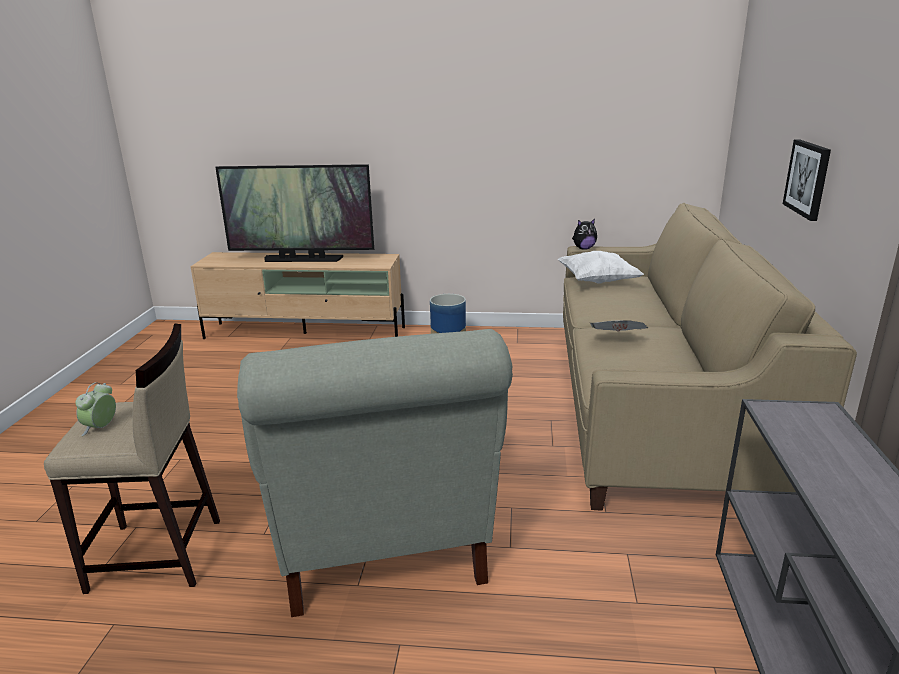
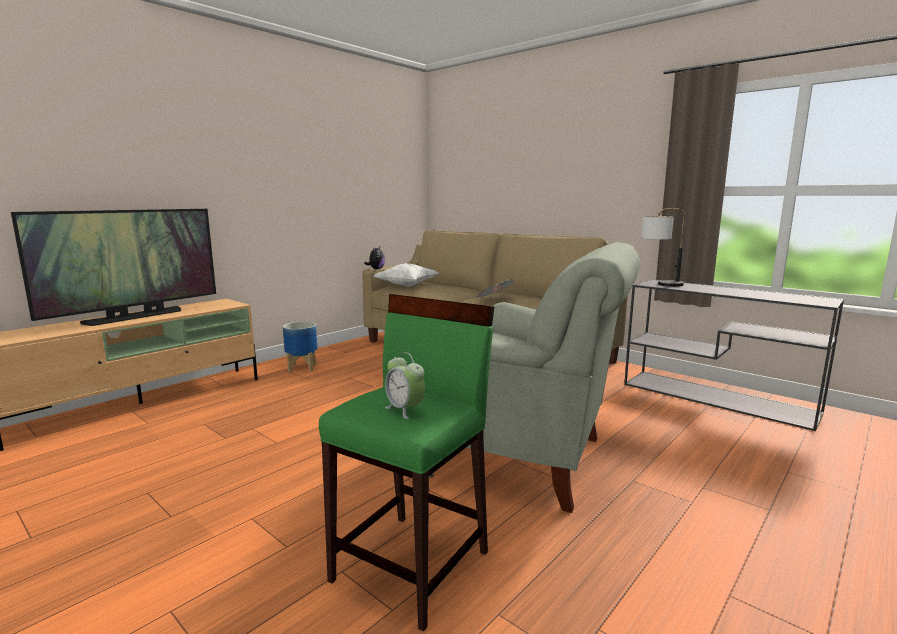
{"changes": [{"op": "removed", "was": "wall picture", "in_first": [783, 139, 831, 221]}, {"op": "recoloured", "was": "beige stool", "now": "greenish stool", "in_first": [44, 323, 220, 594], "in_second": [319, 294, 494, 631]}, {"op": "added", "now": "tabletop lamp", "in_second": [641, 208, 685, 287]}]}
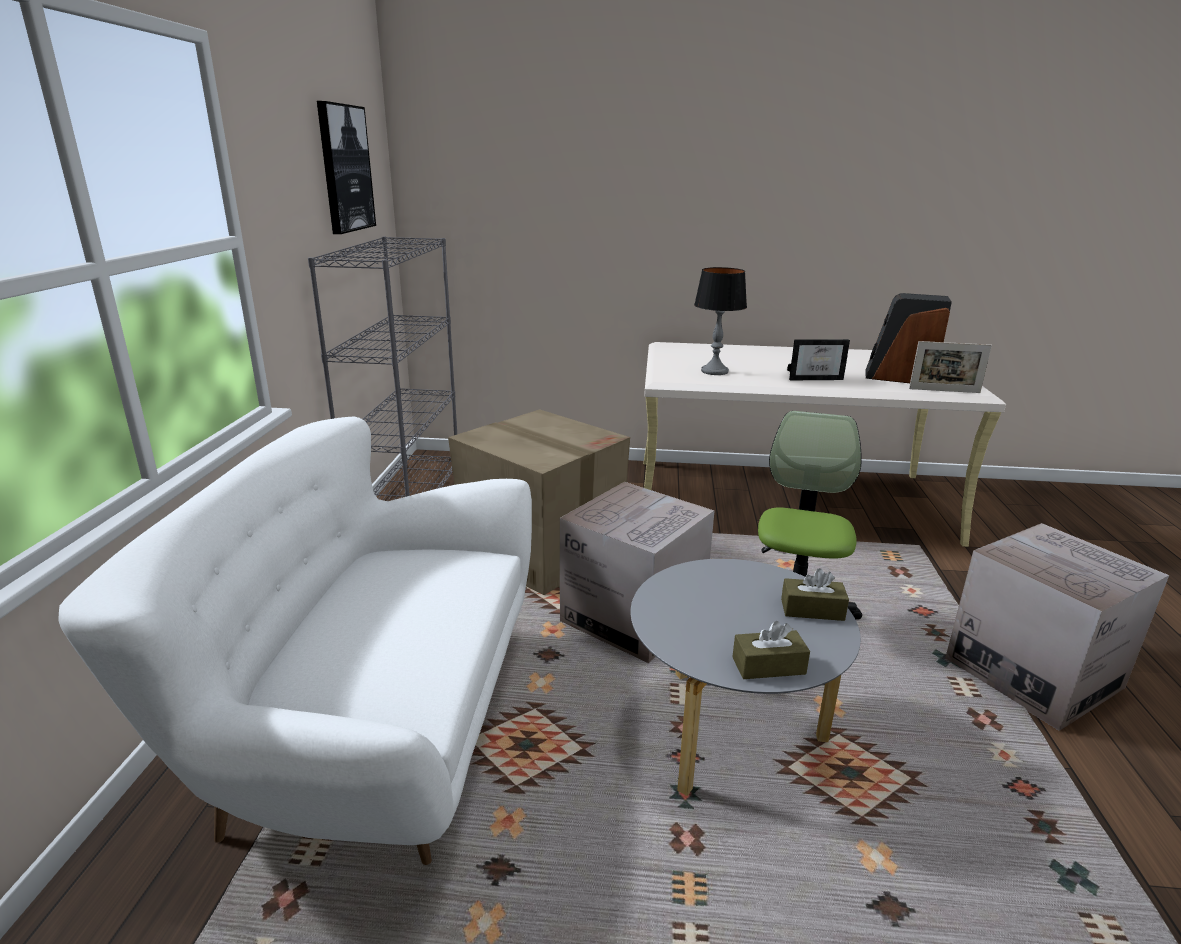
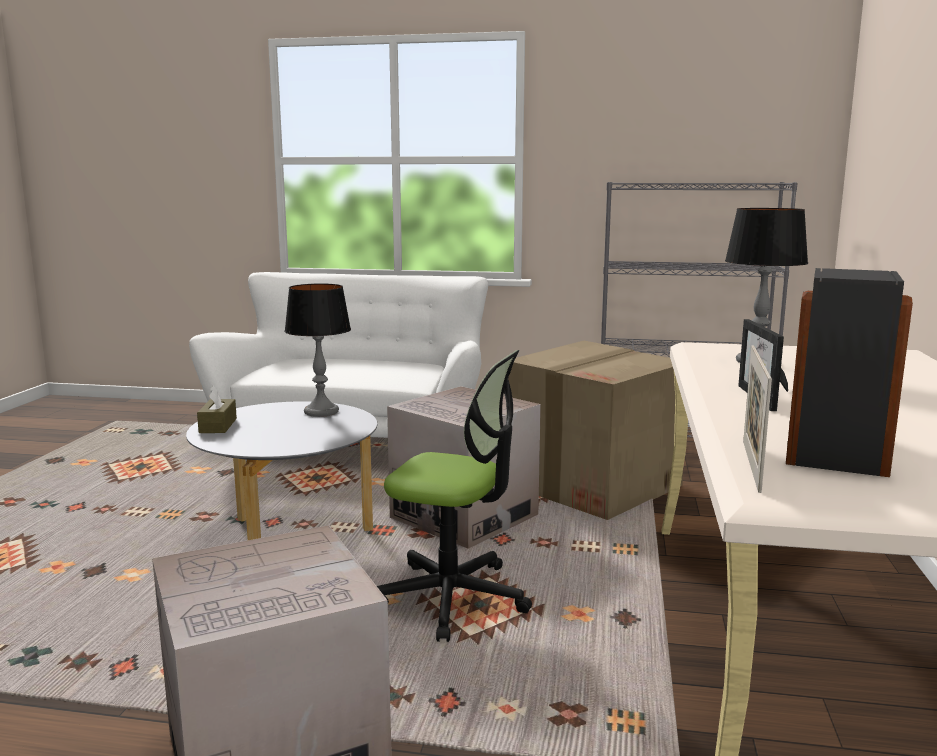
{"changes": [{"op": "removed", "was": "wall picture", "in_first": [317, 101, 376, 234]}, {"op": "removed", "was": "brown-coloured tissue holder", "in_first": [781, 568, 849, 621]}, {"op": "added", "now": "tabletop lamp", "in_second": [284, 284, 351, 417]}]}
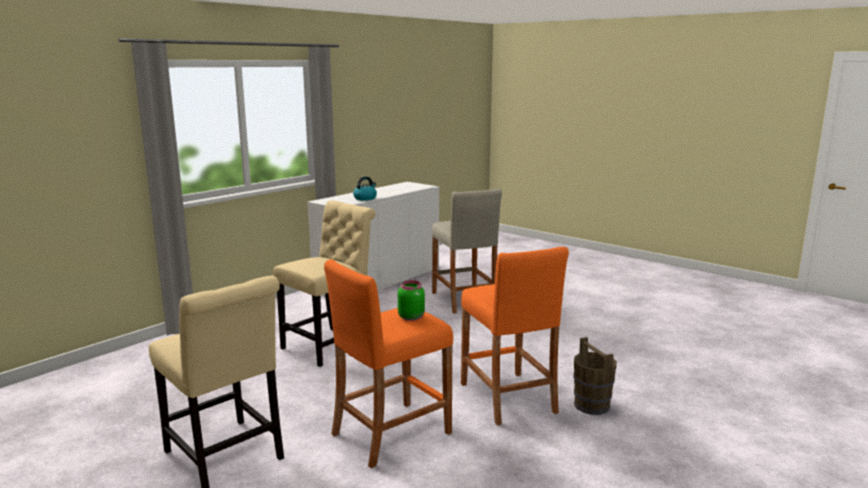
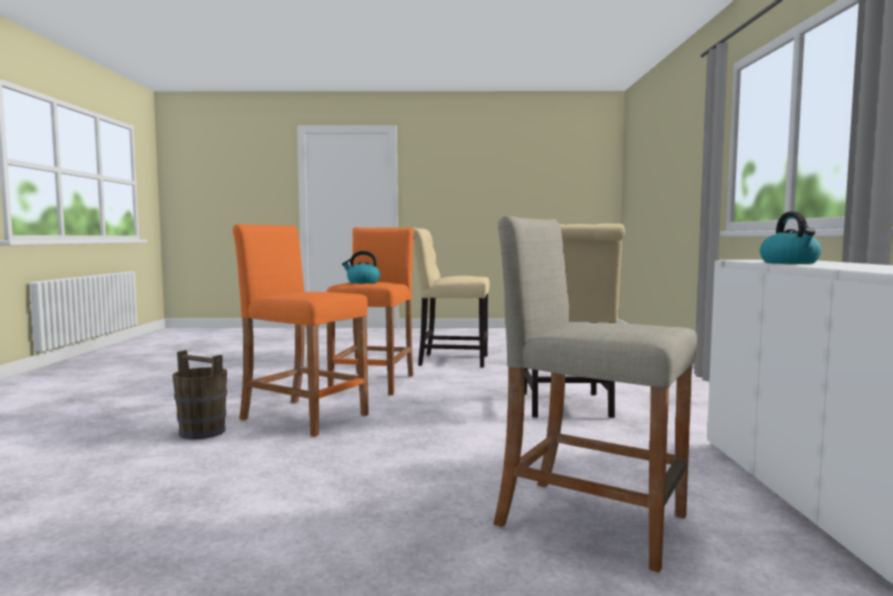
{"changes": [{"op": "replaced", "was": "greenish preserve jar", "now": "kettle", "in_first": [398, 280, 425, 321], "in_second": [342, 251, 380, 283]}]}
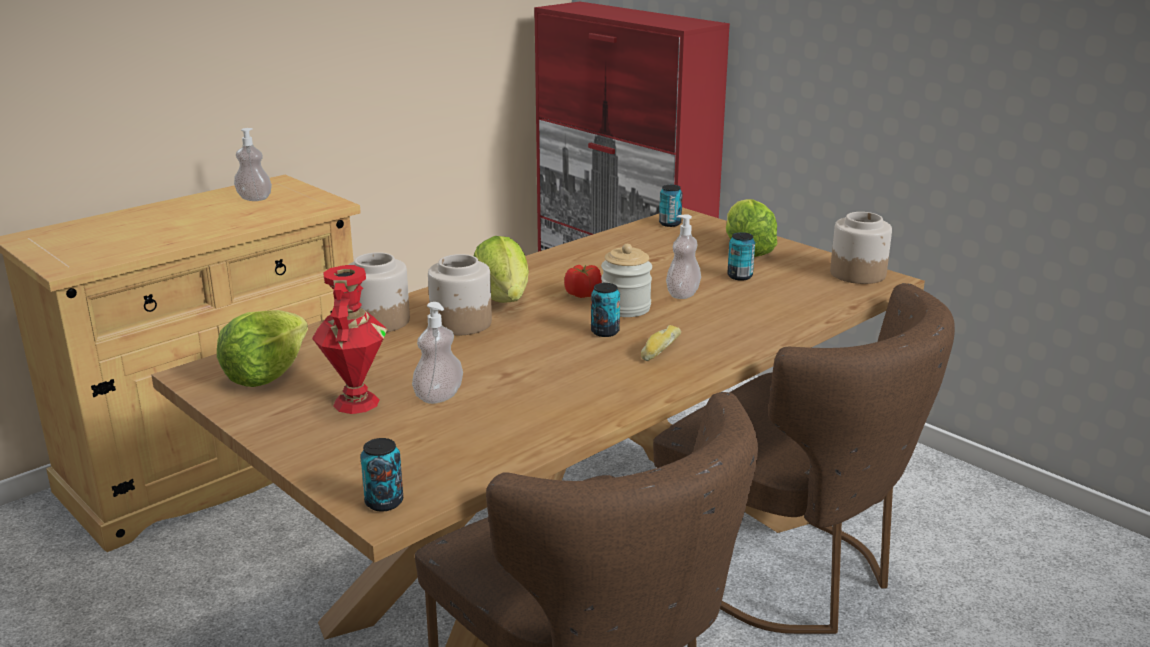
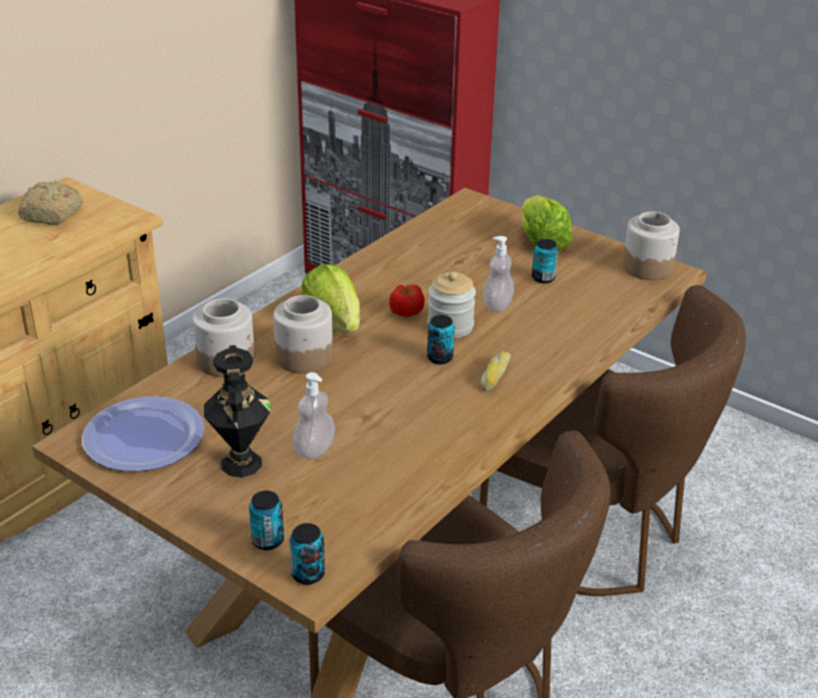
{"changes": [{"op": "replaced", "was": "soap bottle", "now": "bread", "in_first": [234, 128, 272, 201], "in_second": [18, 182, 83, 225]}, {"op": "moved", "was": "metal can", "in_first": [659, 185, 683, 227], "in_second": [249, 491, 284, 550]}, {"op": "recoloured", "was": "red vase", "now": "black-coloured vase", "in_first": [312, 265, 387, 414], "in_second": [204, 345, 270, 478]}, {"op": "replaced", "was": "lettuce head", "now": "flat dish", "in_first": [217, 310, 308, 387], "in_second": [82, 396, 205, 471]}]}
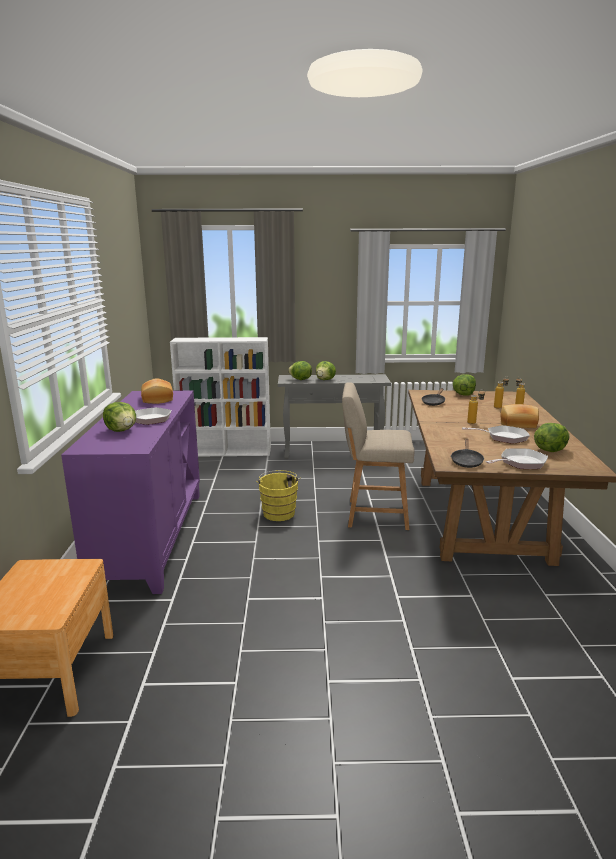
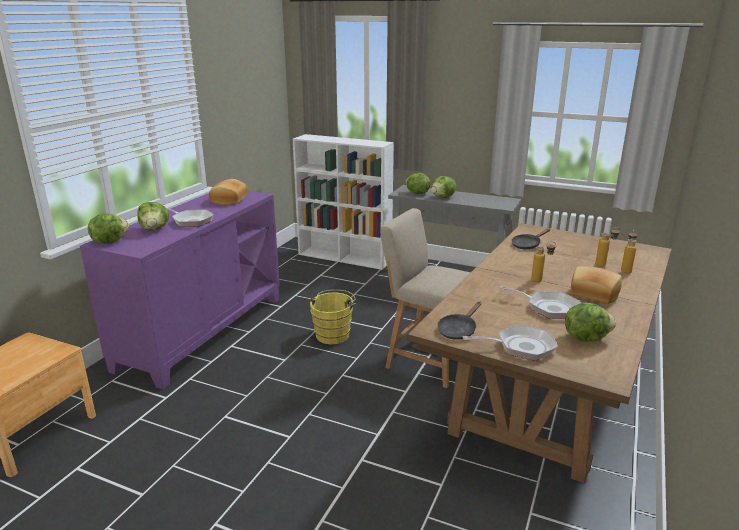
{"changes": [{"op": "moved", "was": "lettuce head", "in_first": [453, 374, 476, 396], "in_second": [88, 214, 129, 244]}]}
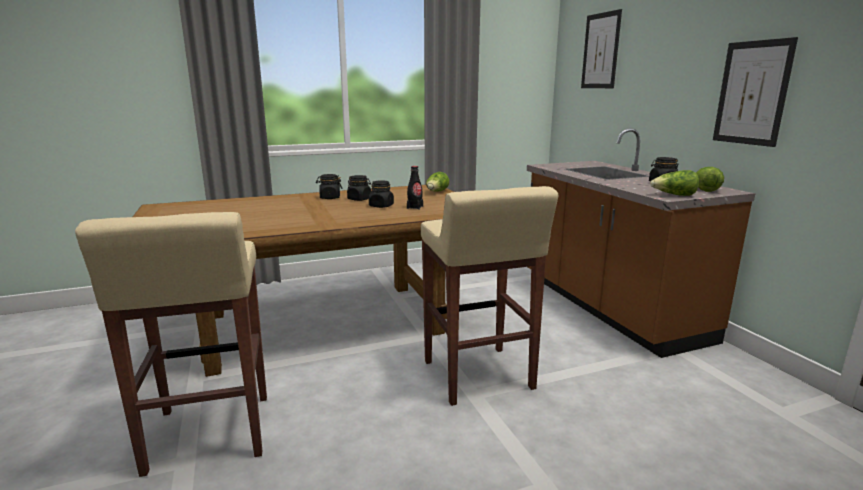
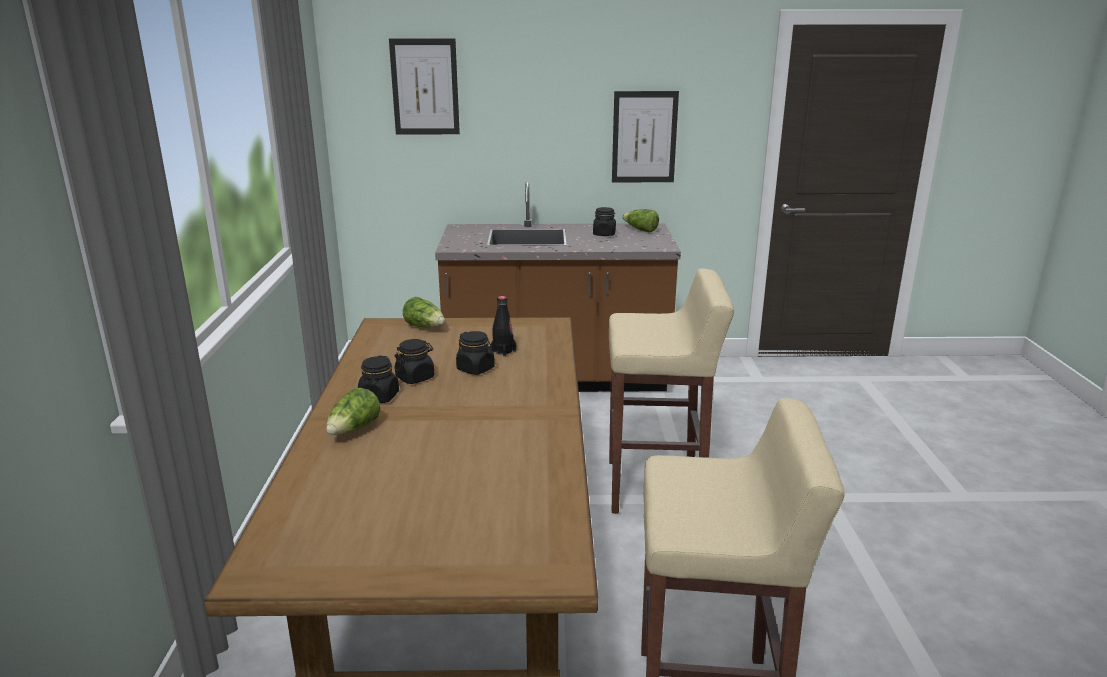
{"changes": [{"op": "moved", "was": "lettuce head", "in_first": [650, 170, 699, 196], "in_second": [326, 388, 380, 435]}]}
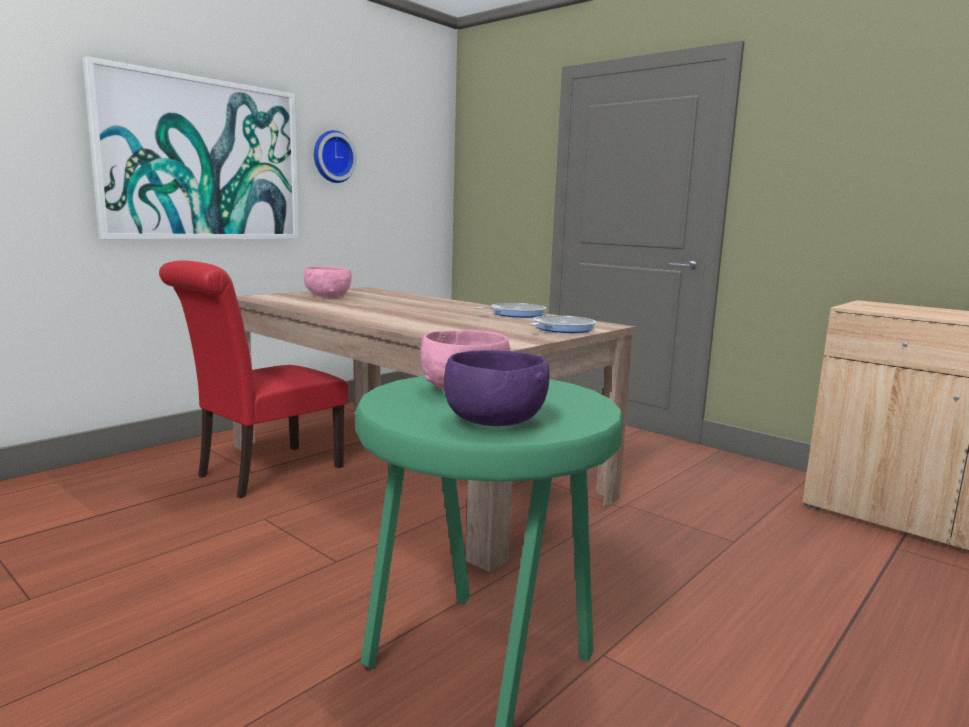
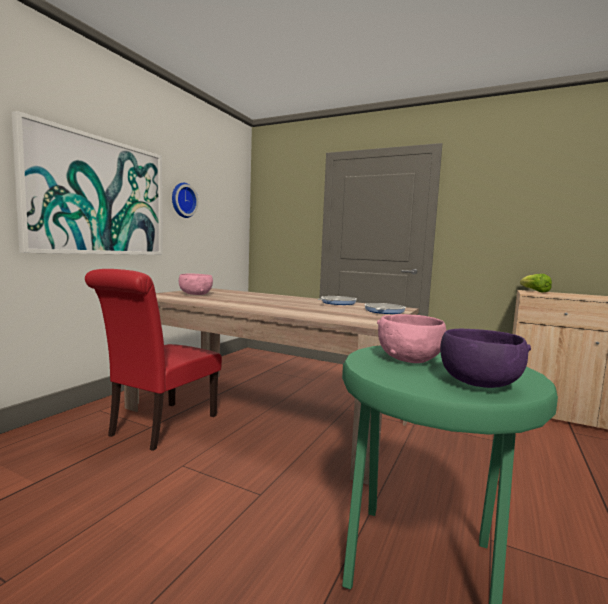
{"changes": [{"op": "added", "now": "lettuce head", "in_second": [520, 274, 552, 292]}]}
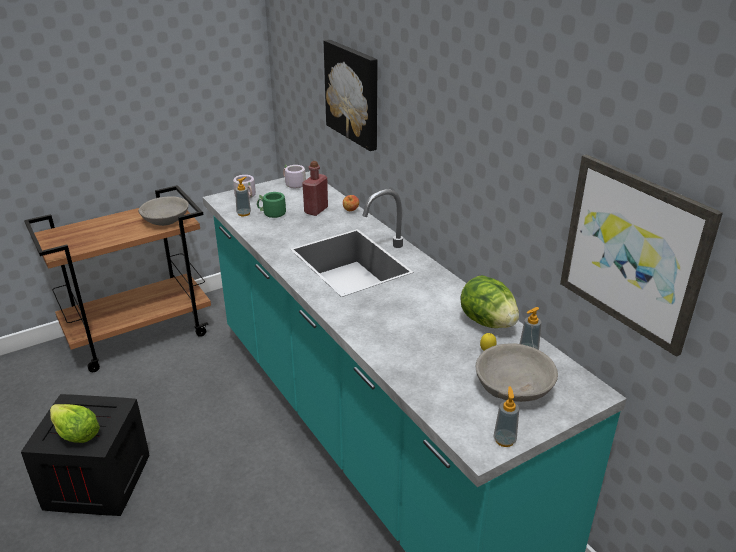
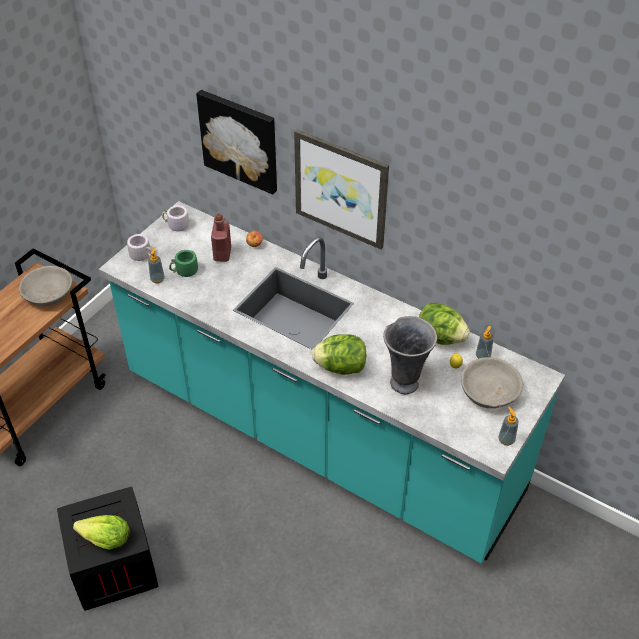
{"changes": [{"op": "moved", "was": "wall picture", "in_first": [560, 154, 723, 357], "in_second": [294, 129, 389, 249]}, {"op": "added", "now": "gray vase", "in_second": [383, 316, 437, 394]}, {"op": "added", "now": "lettuce head", "in_second": [312, 334, 367, 375]}]}
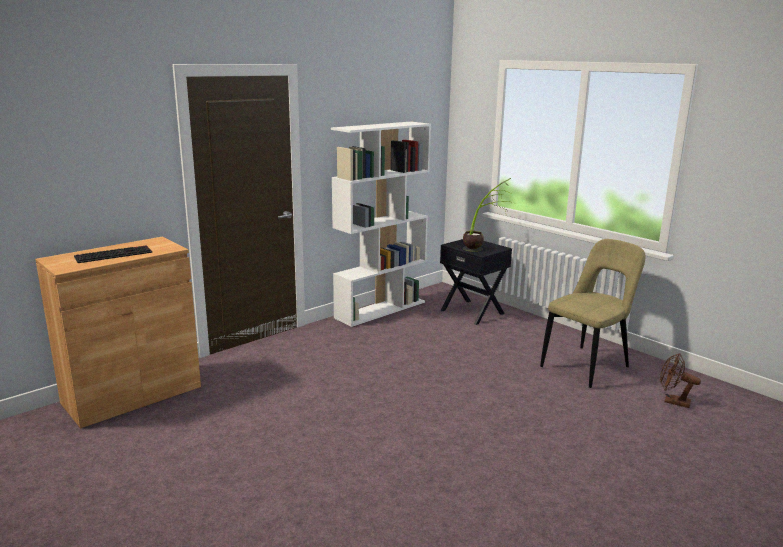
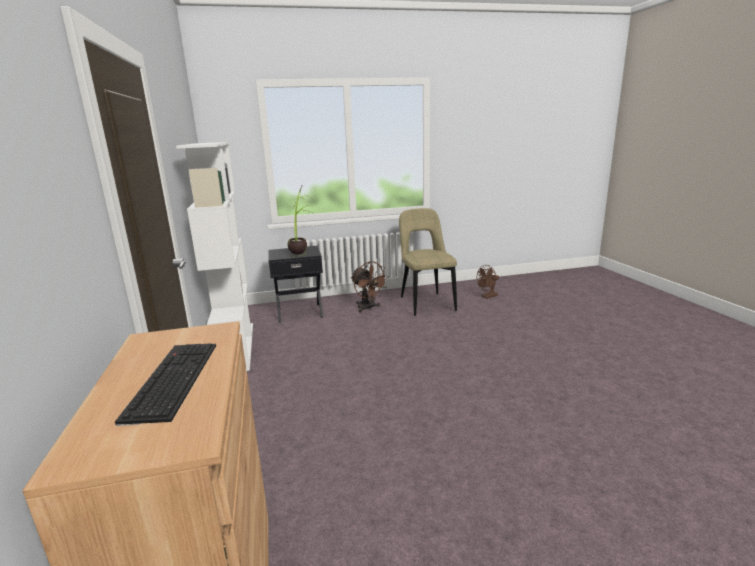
{"changes": [{"op": "added", "now": "brown-coloured electric fan", "in_second": [351, 261, 389, 313]}]}
